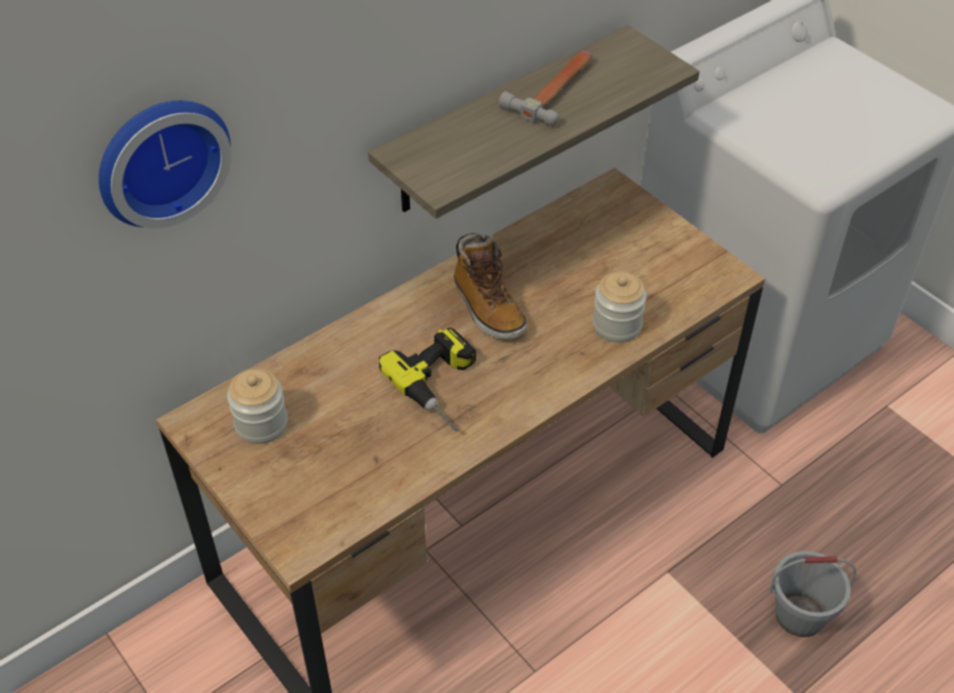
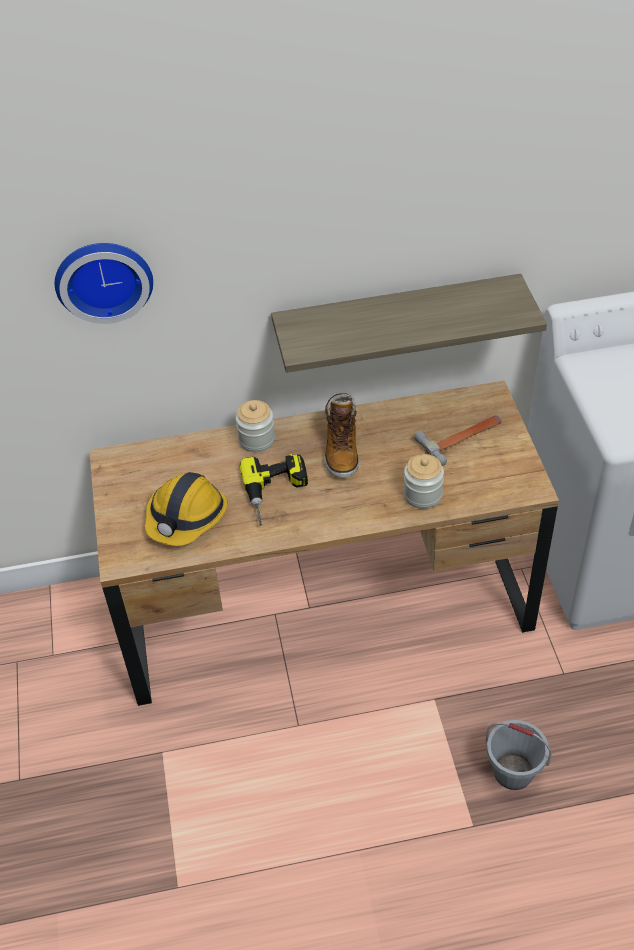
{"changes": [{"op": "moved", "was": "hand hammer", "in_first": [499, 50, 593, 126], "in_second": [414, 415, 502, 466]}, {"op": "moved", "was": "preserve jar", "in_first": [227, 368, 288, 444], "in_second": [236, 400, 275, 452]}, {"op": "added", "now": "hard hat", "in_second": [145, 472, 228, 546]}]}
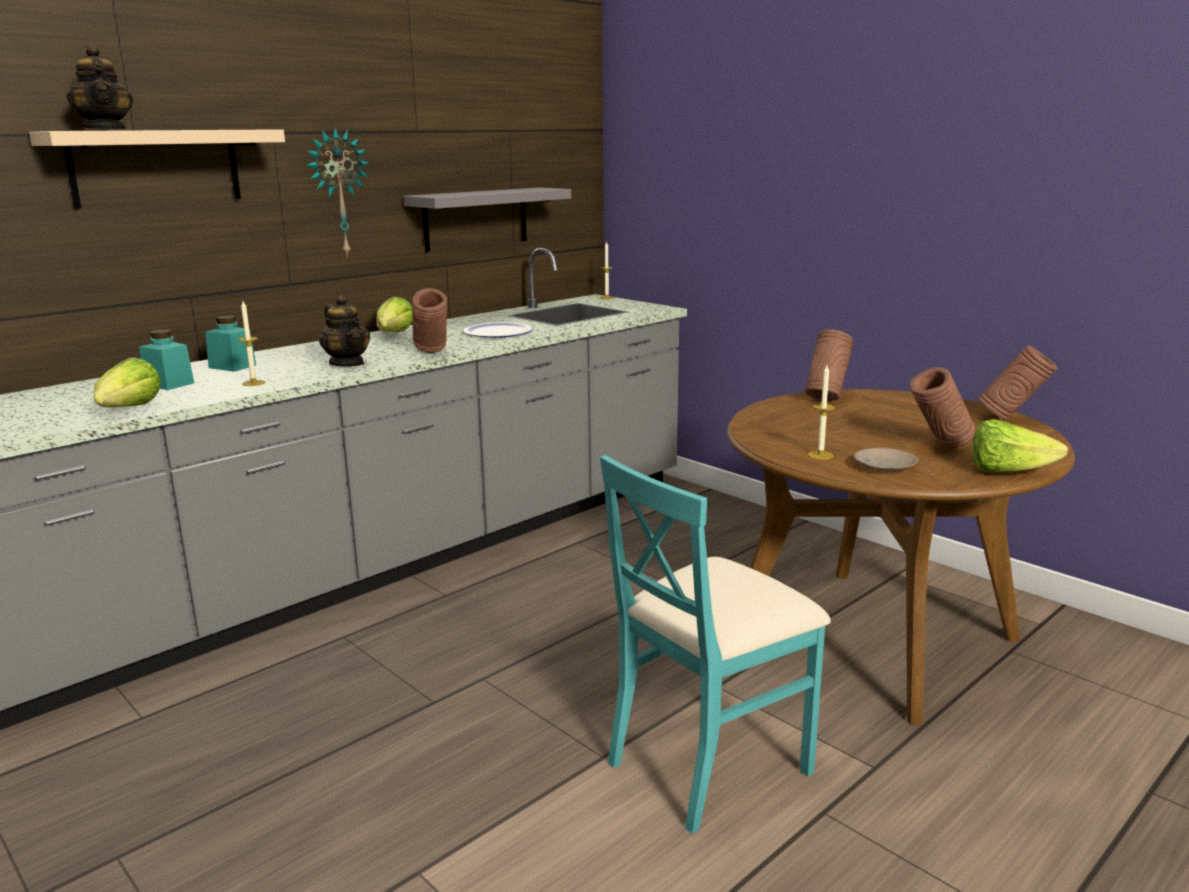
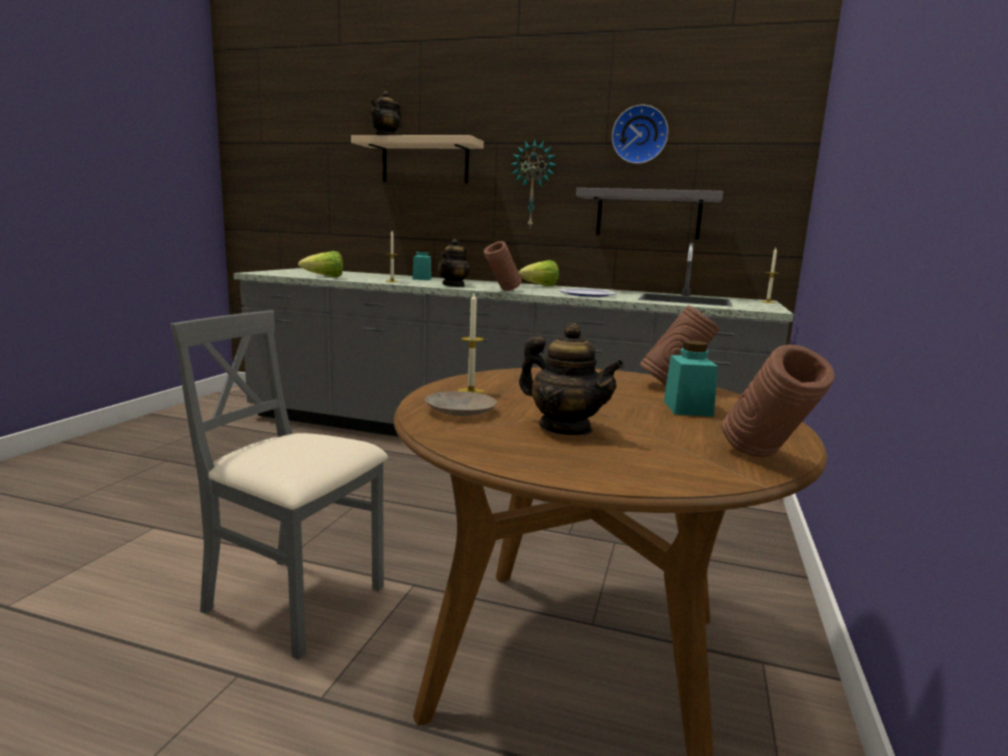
{"changes": [{"op": "moved", "was": "turquoise preserve jar", "in_first": [139, 329, 194, 390], "in_second": [664, 340, 718, 417]}, {"op": "replaced", "was": "brown-coloured vase", "now": "tea pot", "in_first": [910, 367, 975, 448], "in_second": [519, 323, 624, 435]}, {"op": "removed", "was": "lettuce head", "in_first": [973, 419, 1068, 472]}, {"op": "recoloured", "was": "turquoise plain chair", "now": "gray plain chair", "in_first": [600, 455, 831, 834], "in_second": [170, 310, 388, 660]}, {"op": "added", "now": "hanging clock", "in_second": [612, 105, 668, 164]}]}
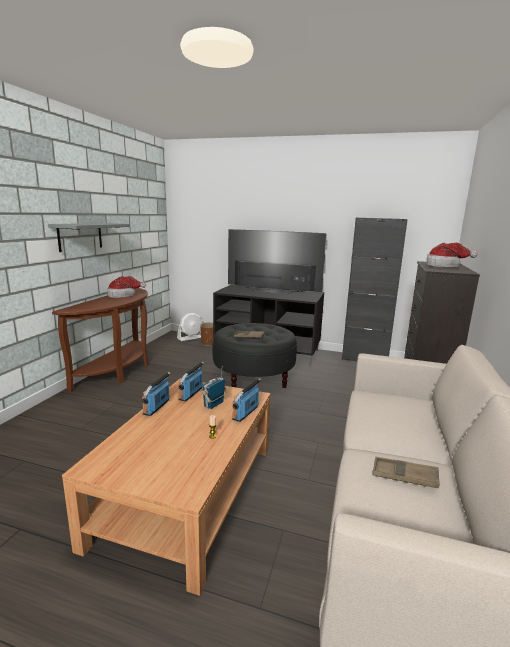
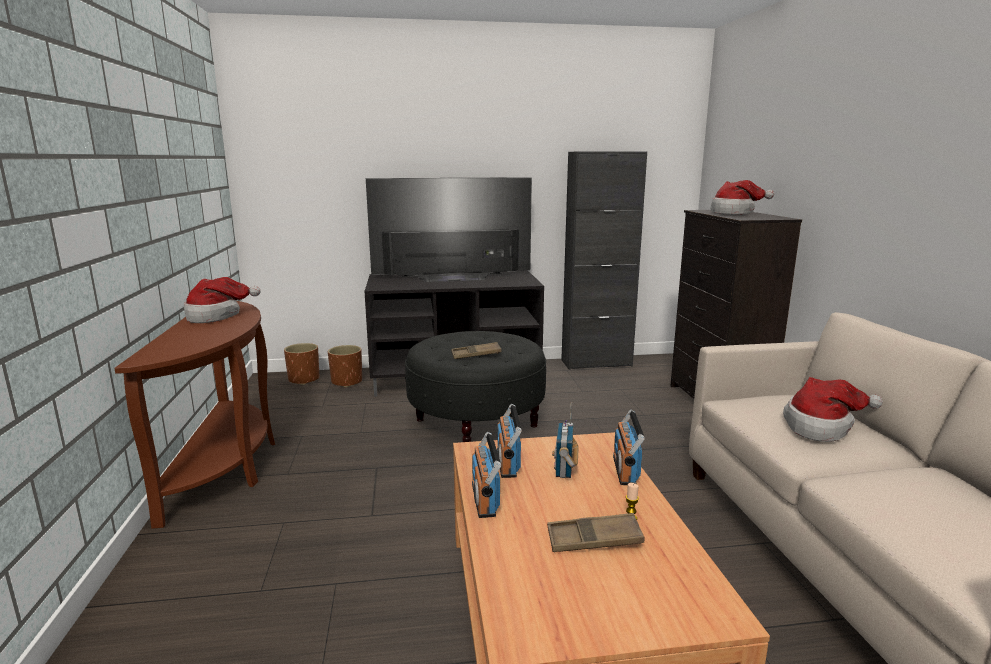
{"changes": [{"op": "removed", "was": "gray wall shelf", "in_first": [48, 223, 130, 252]}, {"op": "replaced", "was": "white electric fan", "now": "brown-coloured flower pot", "in_first": [177, 313, 202, 341], "in_second": [284, 343, 319, 385]}, {"op": "moved", "was": "brown-coloured serving tray", "in_first": [372, 457, 440, 488], "in_second": [547, 513, 645, 552]}, {"op": "added", "now": "clothing hat", "in_second": [783, 377, 883, 442]}]}
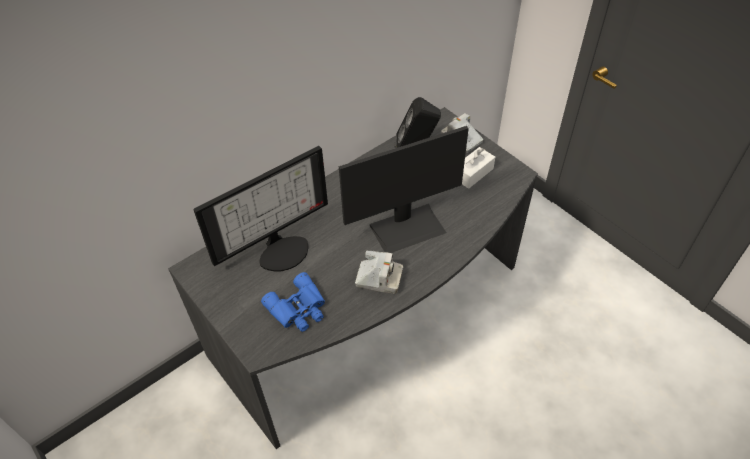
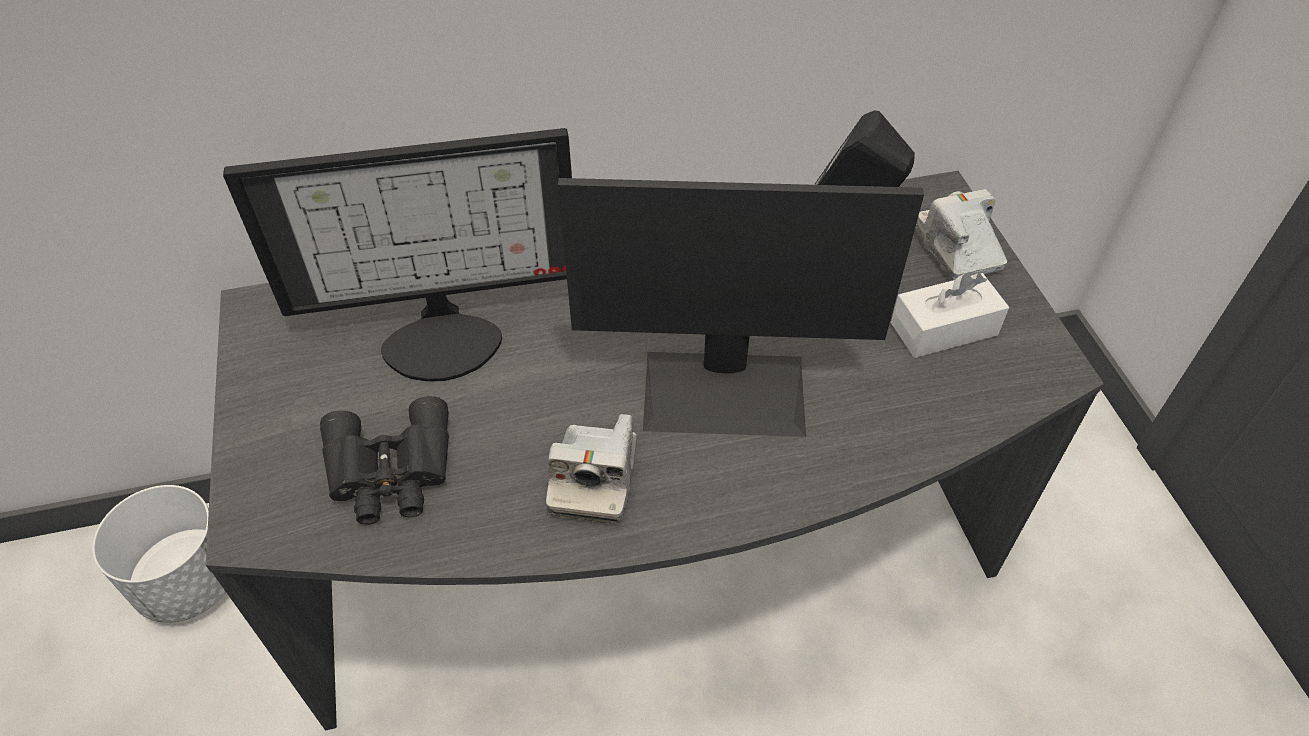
{"changes": [{"op": "turned", "was": "still camera", "in_first": [355, 250, 403, 294], "in_second": [546, 414, 637, 524], "clockwise": 60}, {"op": "recoloured", "was": "blue binoculars", "now": "black-coloured binoculars", "in_first": [261, 272, 325, 332], "in_second": [320, 396, 449, 525]}, {"op": "added", "now": "white flower pot", "in_second": [92, 485, 226, 623]}]}
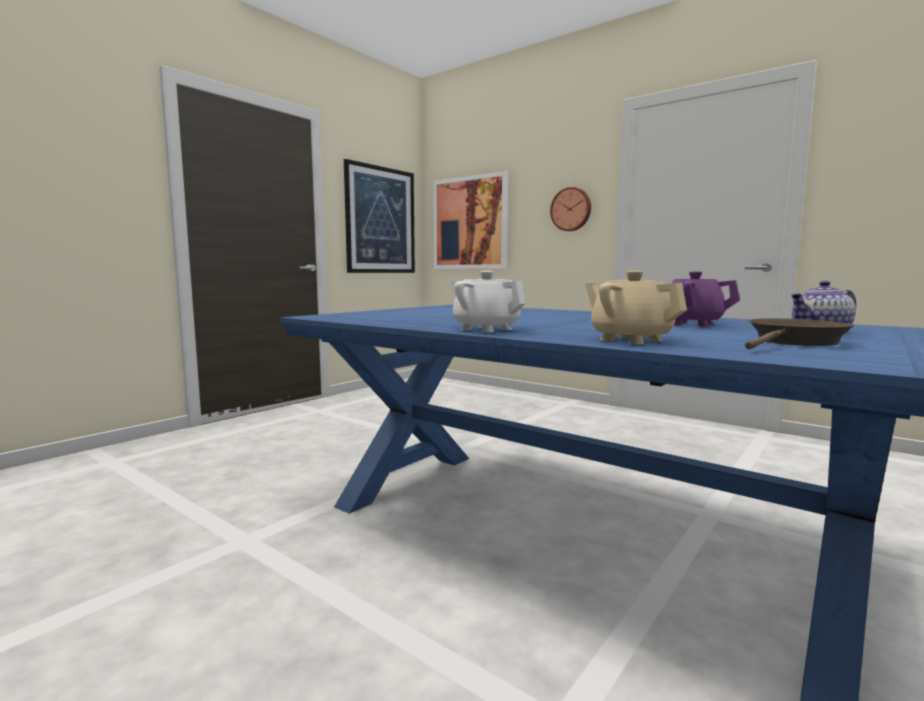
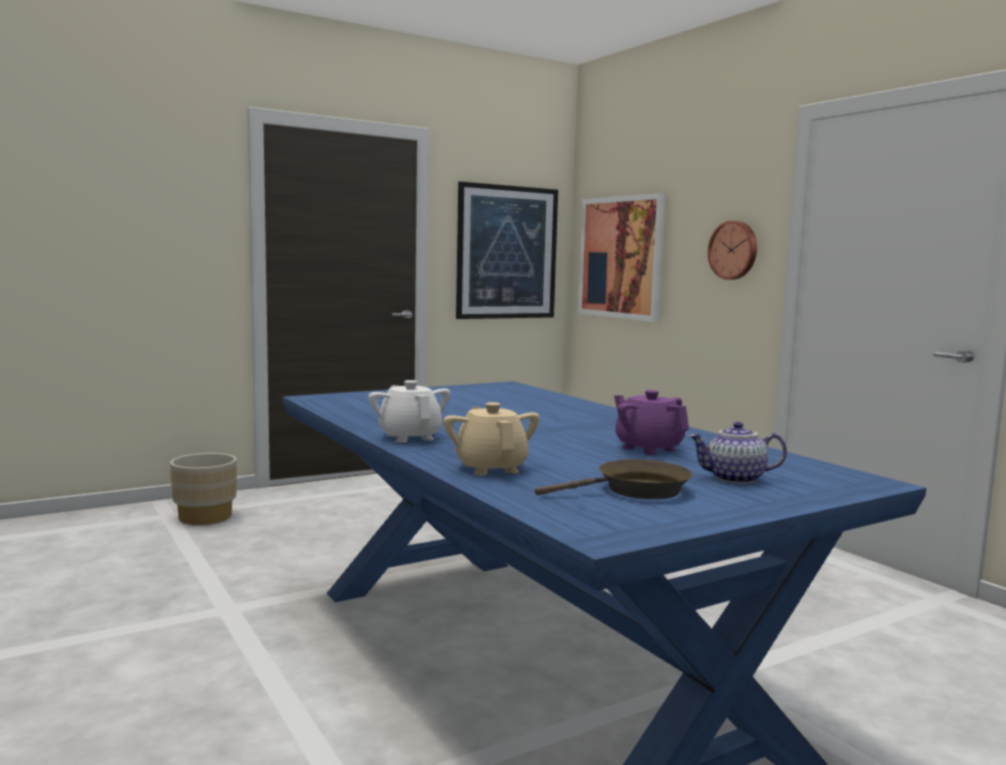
{"changes": [{"op": "added", "now": "beige flower pot", "in_second": [170, 453, 237, 525]}]}
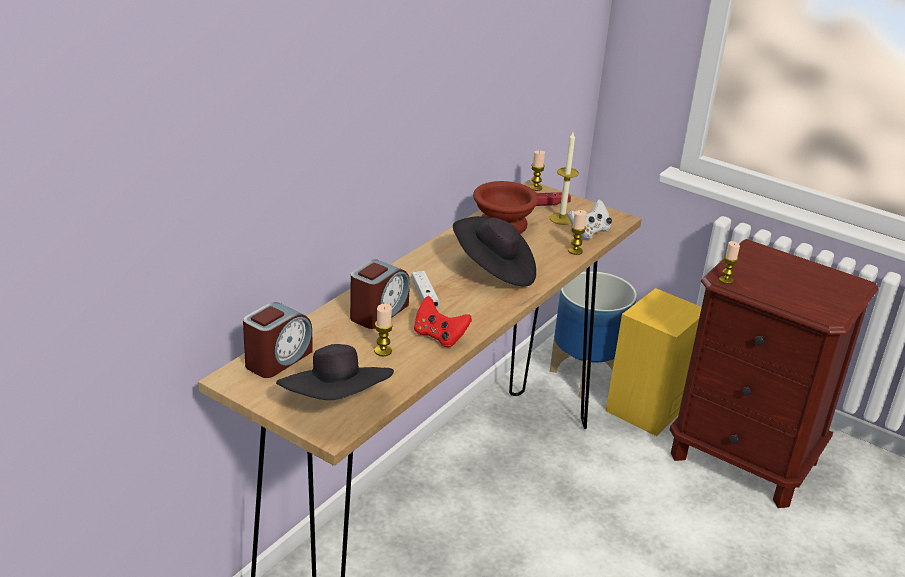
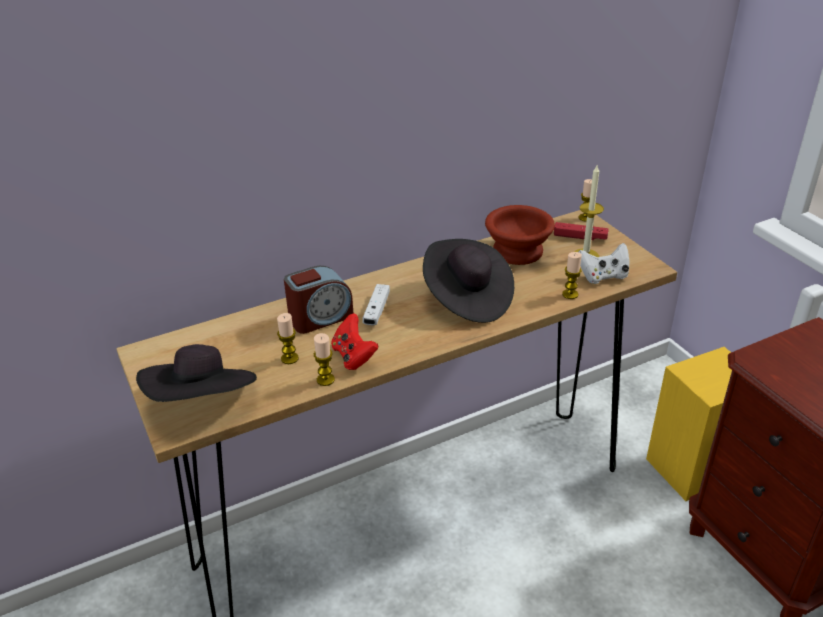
{"changes": [{"op": "moved", "was": "candle", "in_first": [719, 241, 740, 284], "in_second": [314, 333, 335, 386]}, {"op": "removed", "was": "flower pot", "in_first": [550, 271, 637, 398]}, {"op": "removed", "was": "bedside clock", "in_first": [243, 302, 313, 378]}]}
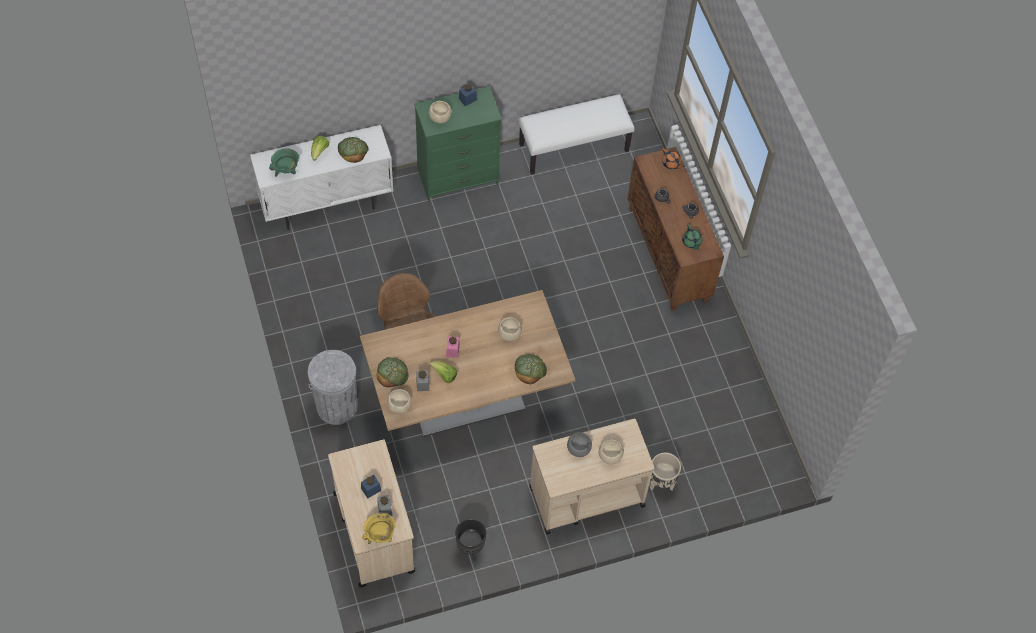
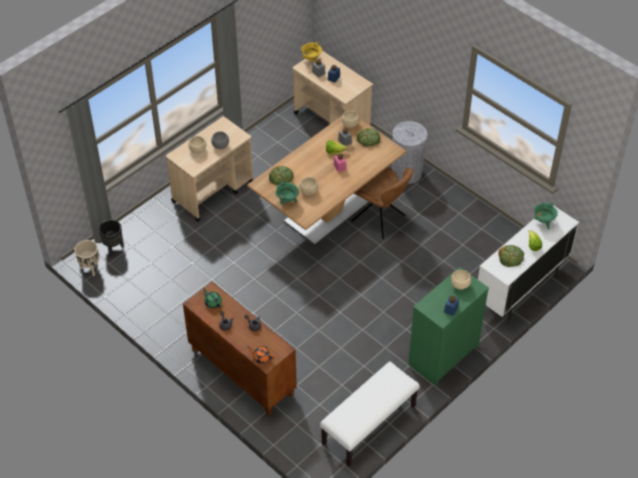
{"changes": [{"op": "moved", "was": "beige flower pot", "in_first": [650, 453, 681, 490], "in_second": [75, 240, 99, 276]}, {"op": "moved", "was": "black-coloured flower pot", "in_first": [455, 518, 486, 561], "in_second": [98, 220, 124, 256]}, {"op": "added", "now": "greenish cooking pot", "in_second": [276, 181, 299, 204]}]}
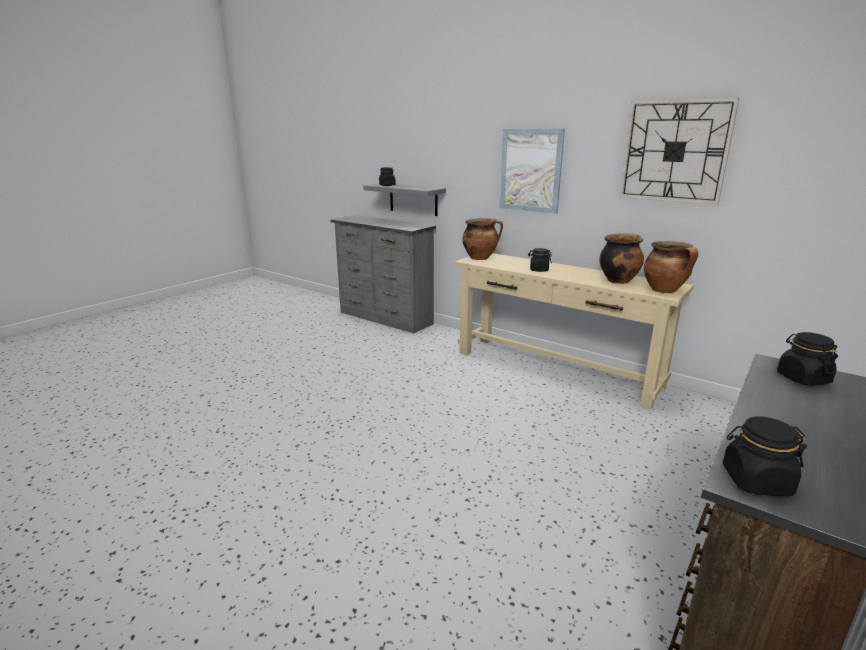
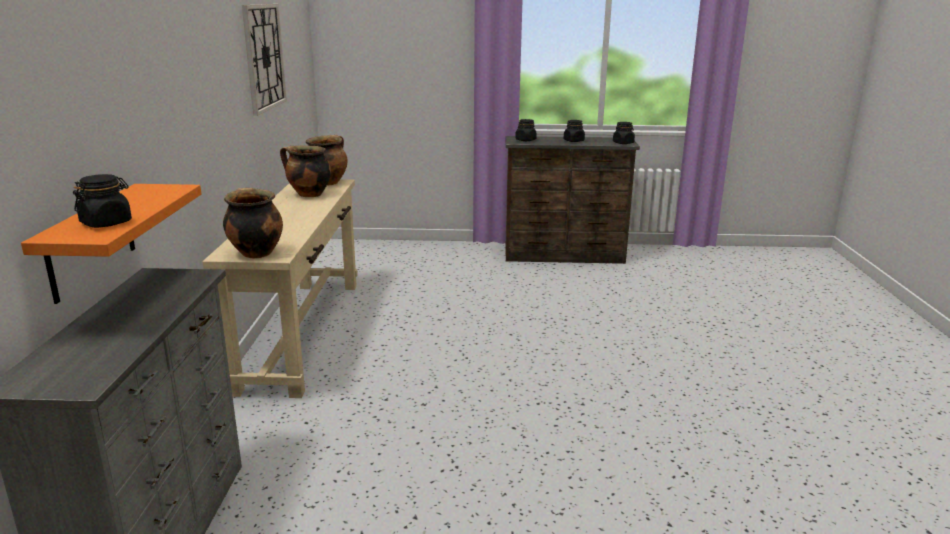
{"changes": [{"op": "removed", "was": "wall picture", "in_first": [499, 129, 565, 214]}, {"op": "recoloured", "was": "gray wall shelf", "now": "orange-coloured wall shelf", "in_first": [363, 184, 446, 216], "in_second": [21, 184, 201, 304]}, {"op": "moved", "was": "black-coloured preserve jar", "in_first": [528, 248, 552, 272], "in_second": [564, 120, 585, 142]}]}
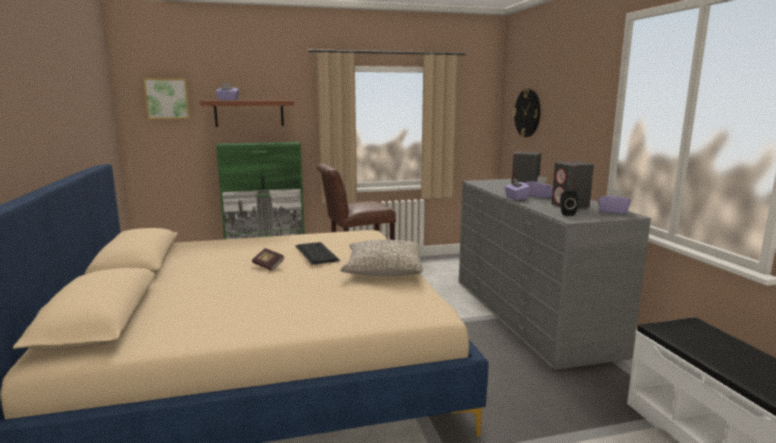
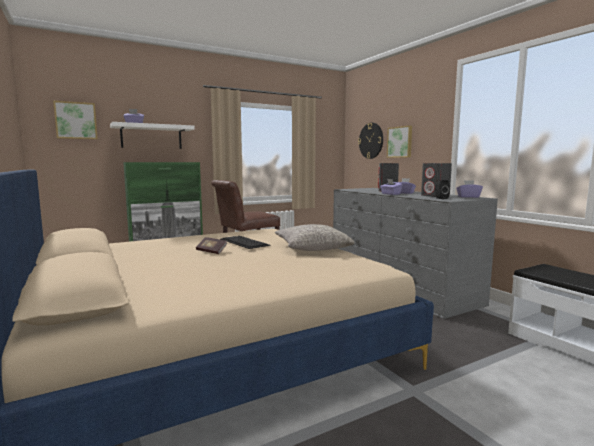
{"changes": [{"op": "recoloured", "was": "brown-coloured wall shelf", "now": "white wall shelf", "in_first": [200, 100, 294, 127], "in_second": [110, 122, 195, 149]}, {"op": "added", "now": "wall picture", "in_second": [387, 126, 412, 158]}]}
